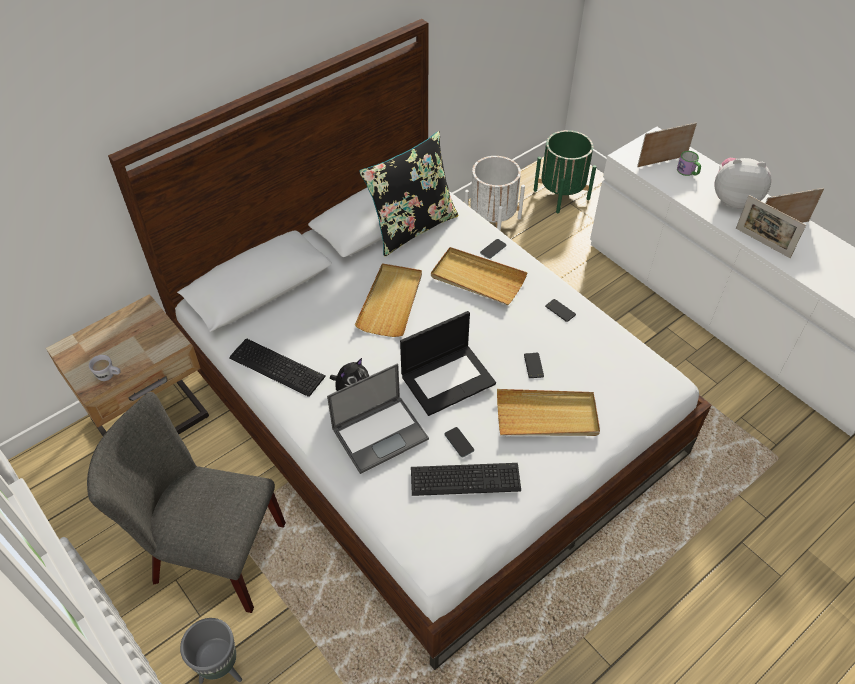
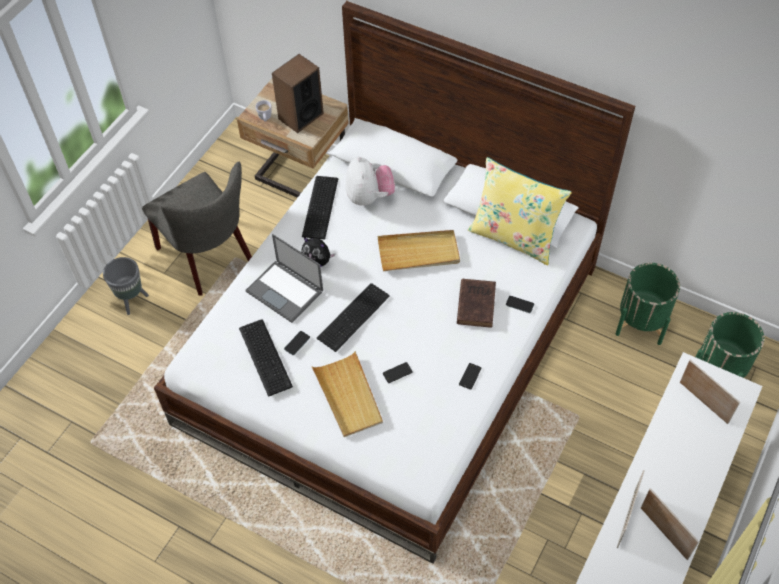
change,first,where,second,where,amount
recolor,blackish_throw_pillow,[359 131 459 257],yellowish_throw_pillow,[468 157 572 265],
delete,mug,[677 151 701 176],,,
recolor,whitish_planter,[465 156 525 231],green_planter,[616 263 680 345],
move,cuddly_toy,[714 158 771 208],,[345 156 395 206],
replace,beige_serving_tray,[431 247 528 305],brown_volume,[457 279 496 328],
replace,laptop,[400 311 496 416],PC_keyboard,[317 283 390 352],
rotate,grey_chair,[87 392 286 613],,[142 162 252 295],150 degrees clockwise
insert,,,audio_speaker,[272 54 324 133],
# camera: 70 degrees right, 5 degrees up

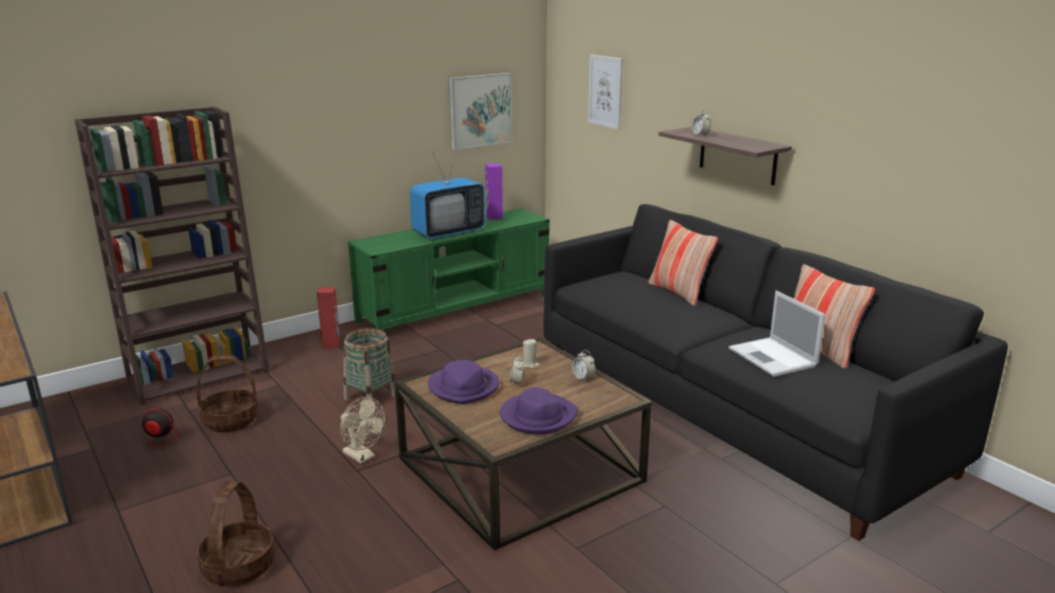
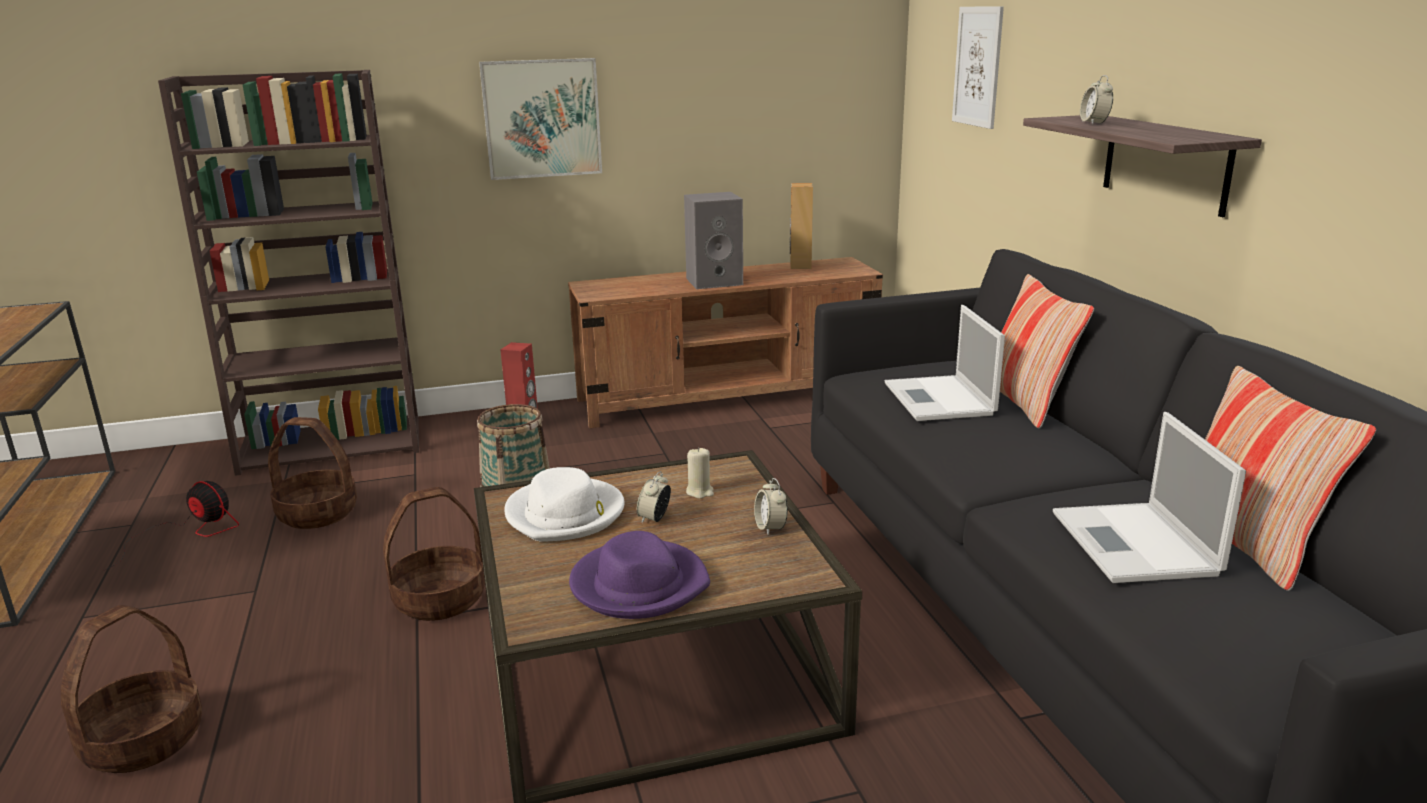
change,first,where,second,where,amount
move,wall_art,[450 73 512 150],,[479 58 602 180],
replace,television,[410 148 485 239],grey_audio_speaker,[684 192 743 289],
recolor,purple-coloured_audio_speaker,[485 163 503 220],brown_audio_speaker,[790 183 813 269],
recolor,green_media_console,[348 208 550 331],brown_media_console,[568 257 883 428],
recolor,purple-coloured_hat,[428 360 499 404],whitish_hat,[504 467 625 542],
replace,beige_electric_fan,[340 397 385 464],basket,[383 487 485 621],
insert,,,laptop,[885 305 1005 421],
# camera: 20 degrees right, 0 degrees up

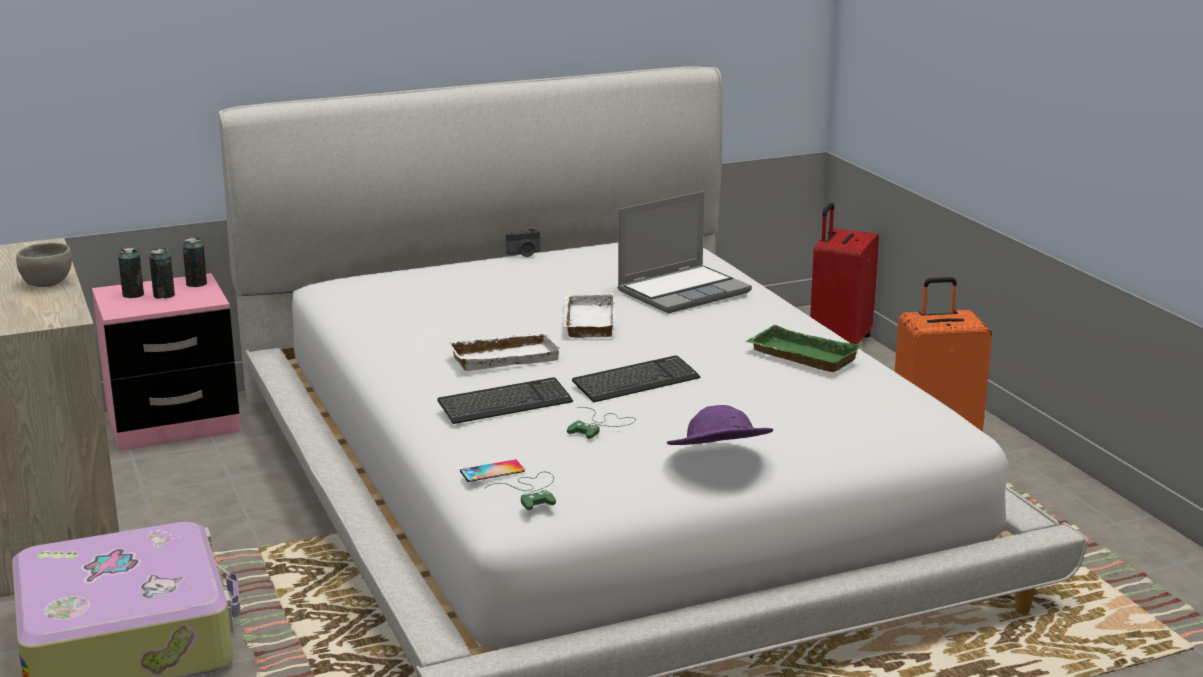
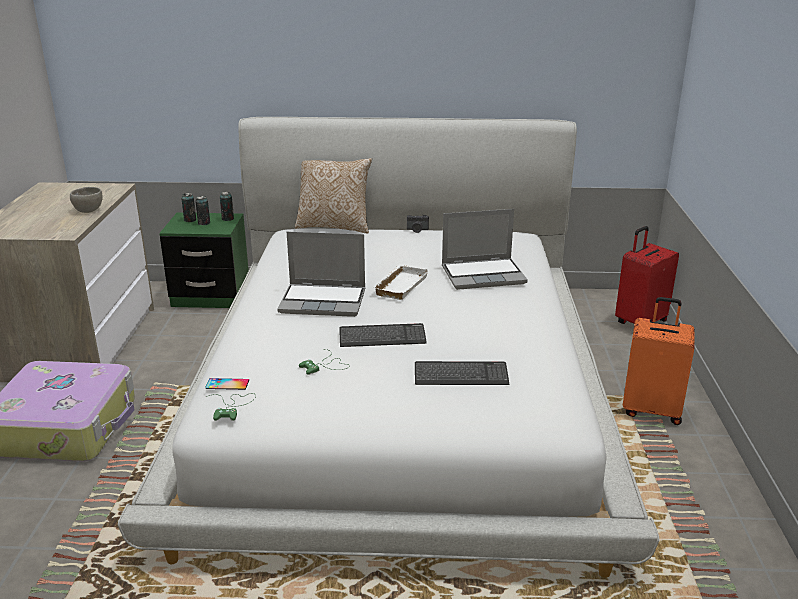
change,first,where,second,where,amount
recolor,pink_nightstand,[92 273 240 451],green_nightstand,[159 213 249 308],
delete,green_serving_tray,[746 325 862 372],,,
replace,whitish_serving_tray,[447 332 562 371],laptop,[277 232 365 317],
move,PC_keyboard,[437 378 573 424],,[415 361 509 385],
delete,purple-coloured_hat,[667 405 773 445],,,
insert,,,throw_pillow,[295 158 372 233],
# camera: 25 degrees right, 5 degrees up

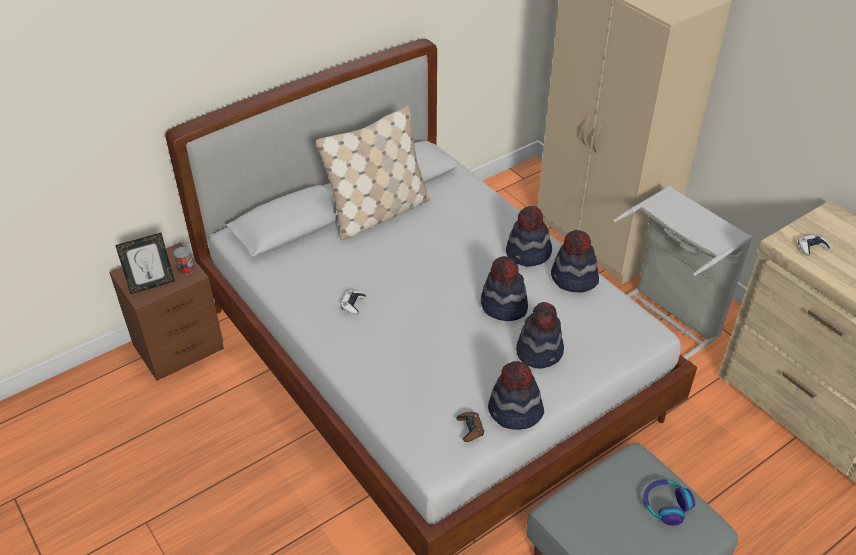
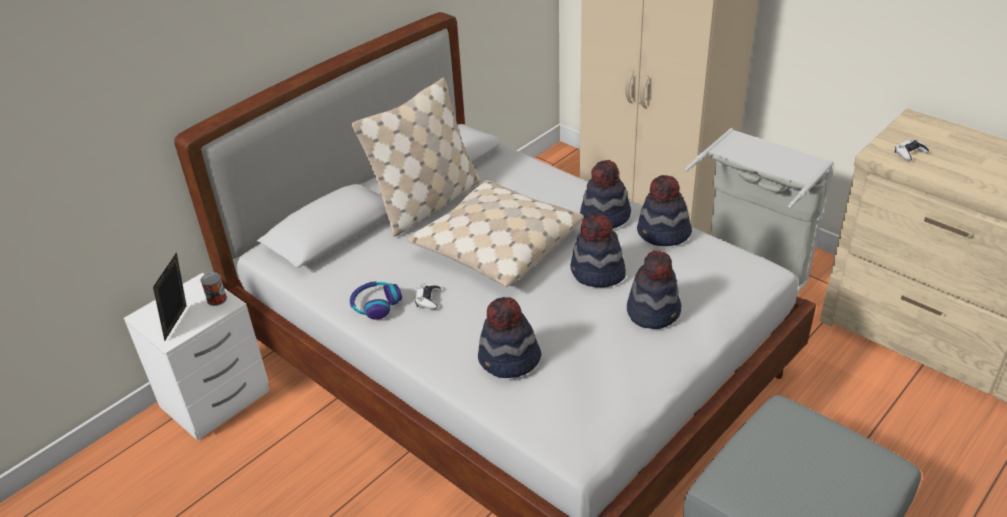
change,first,where,second,where,amount
rotate,standing_frame,[115 233 175 294],,[153 252 187 341],135 degrees clockwise
recolor,brown_nightstand,[109 242 224 381],whitish_nightstand,[124 273 270 441],
move,hat,[488 361 544 430],,[478 297 542 378],
delete,brown_joypad,[456 412 484 442],,,
move,headset,[643 479 695 525],,[350 281 402 320],
insert,,,beige_throw_pillow,[407 180 584 287],
# camera: 10 degrees left, 5 degrees down

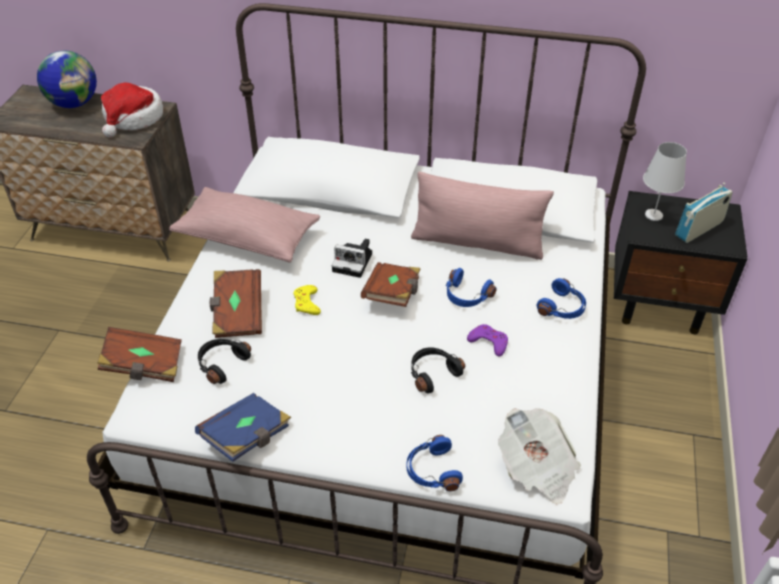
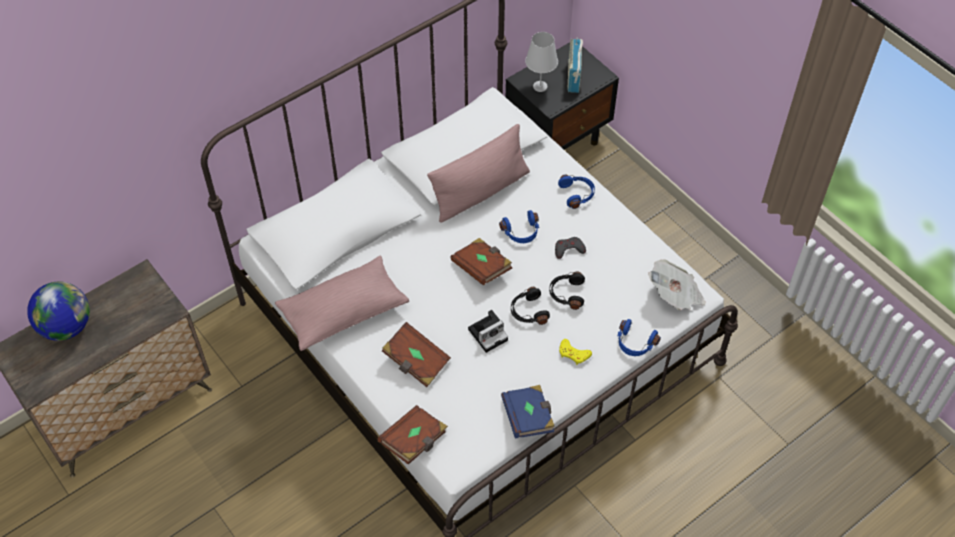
change,first,where,second,where,amount
delete,hat,[101 83 163 138],,,
move,still_camera,[332 239 372 278],,[468 310 508 353],
move,yellowish_joypad,[294 285 321 315],,[559 339 592 365],
recolor,purple-coloured_joypad,[467 324 508 357],grey_joypad,[555 237 586 259],
move,blackish_headset,[198 339 251 384],,[511 287 550 325],
# camera: 50 degrees left, 10 degrees up

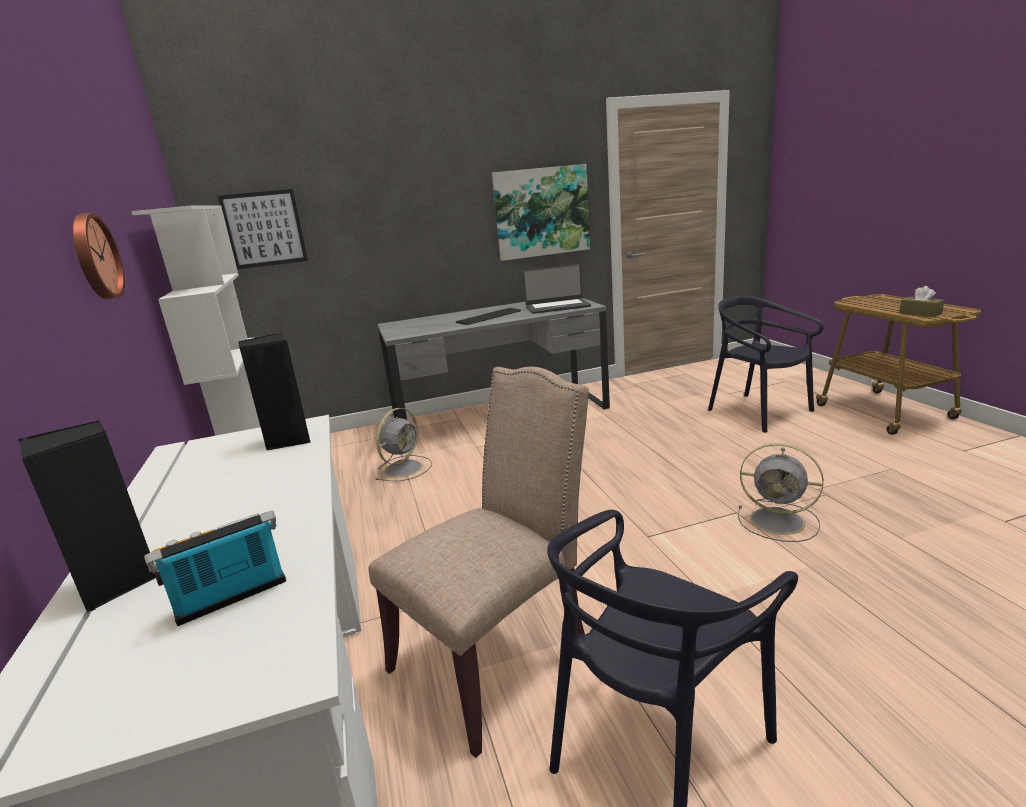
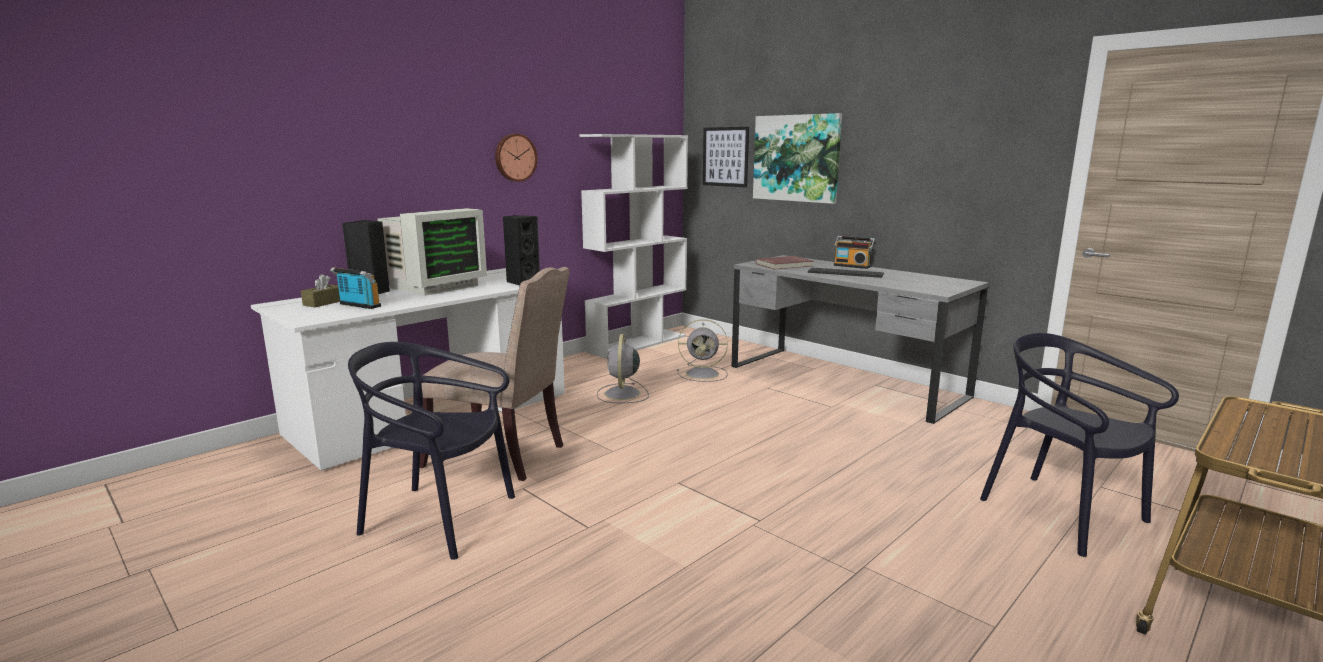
change,first,where,second,where,amount
move,wall_art,[492 164 590 261],,[753 113 842 204],
delete,laptop,[523 264 591 314],,,
move,brown_tissue_box,[899 286 945 317],,[301 274 340 307],
rotate,blackish_chair,[708 296 824 433],,[980 333 1179 557],60 degrees counterclockwise
move,grey_electric_fan,[738 443 824 542],,[596 334 649 403],
insert,,,computer_screen,[377 208 487 296],
insert,,,radio_set,[834 236 875 269],
insert,,,reddish_volume,[756 256 813 269],
# camera: 60 degrees right, 5 degrees down

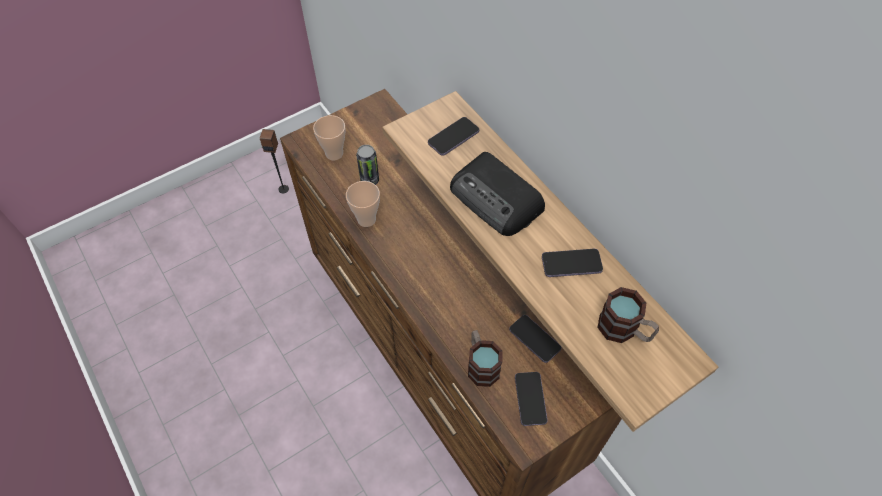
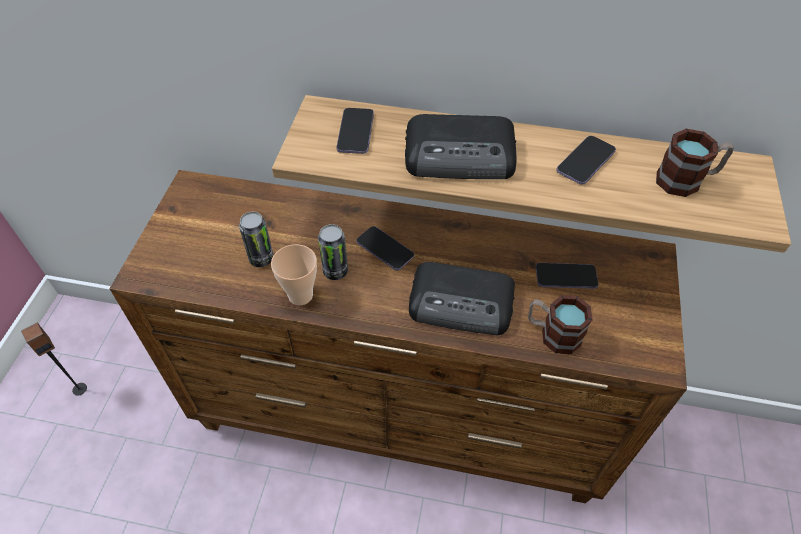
change,first,where,second,where,amount
delete,cup,[313 115 346 160],,,
move,handset,[515 372 547 426],,[356 226 414 271],
insert,,,can,[318 224 348 280],
insert,,,radio_set,[409 262 515 335],
# camera: 45 degrees left, 5 degrees down

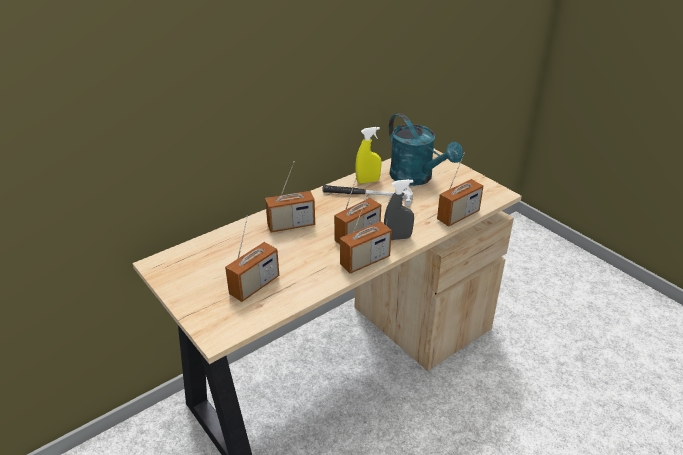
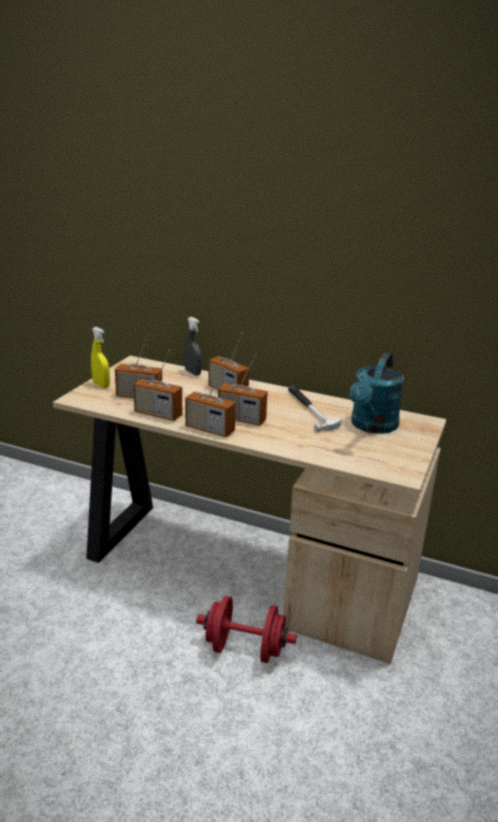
change,first,where,second,where,amount
move,yellowish_hand_sprayer,[355 127 381 183],,[91 327 110 388],
move,radio_set,[437 152 483 226],,[133 350 182 421],
move,grey_hand_sprayer,[384 179 414 240],,[184 317 202 376],
insert,,,reddish_dumbbell,[196 596 297 663],
# camera: 60 degrees right, 10 degrees down

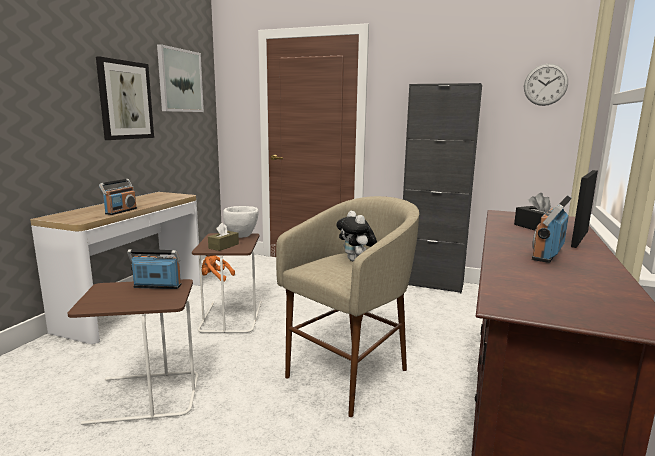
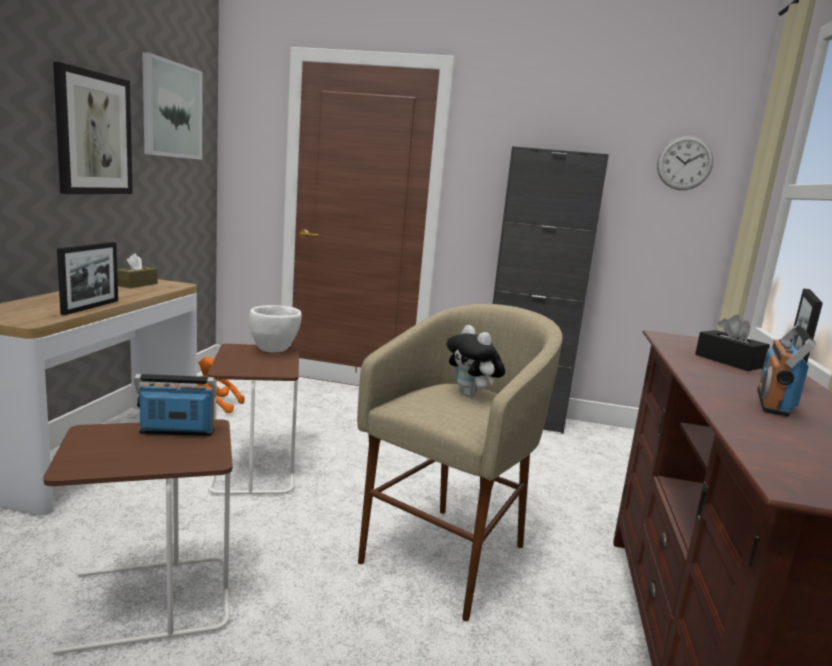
change,first,where,second,where,amount
replace,radio_set,[99 179 137 215],standing_frame,[57 242 118 315],
move,brown_tissue_box,[208 223 239 251],,[117 254 157 288],
# camera: 10 degrees left, 0 degrees up

